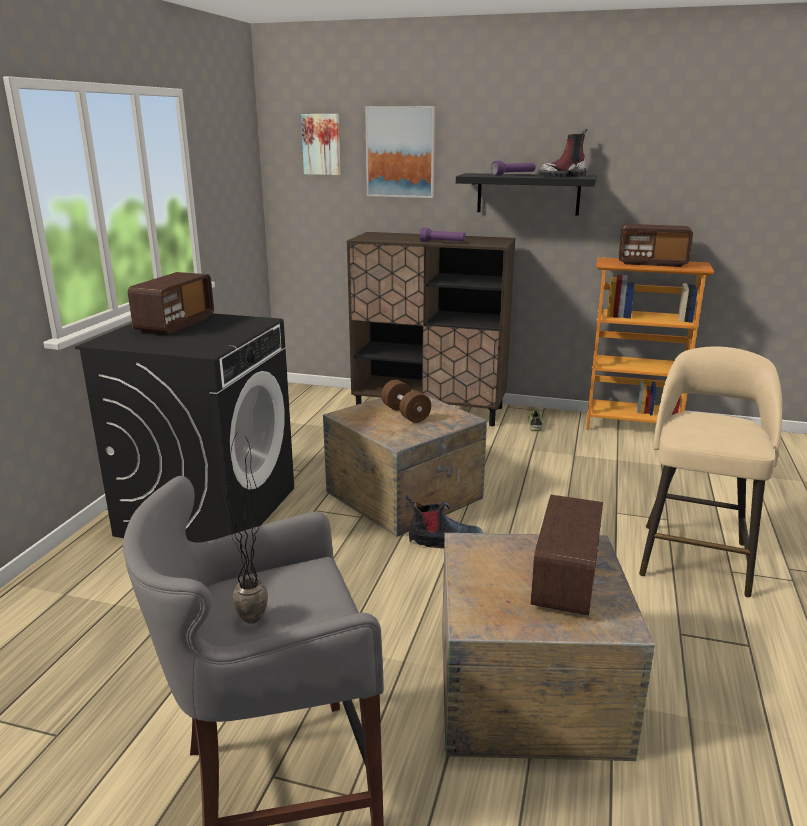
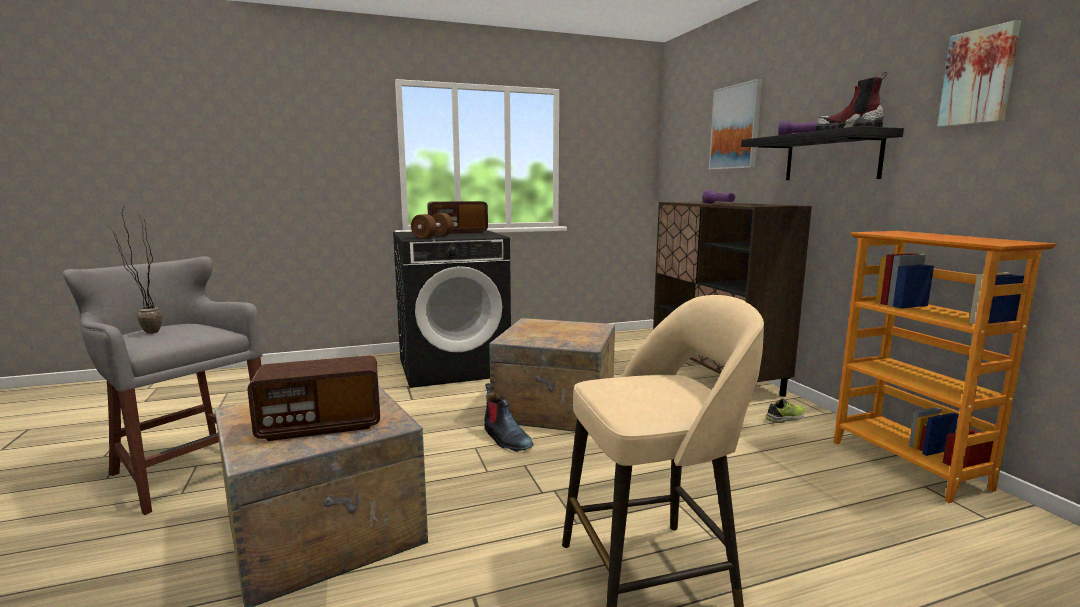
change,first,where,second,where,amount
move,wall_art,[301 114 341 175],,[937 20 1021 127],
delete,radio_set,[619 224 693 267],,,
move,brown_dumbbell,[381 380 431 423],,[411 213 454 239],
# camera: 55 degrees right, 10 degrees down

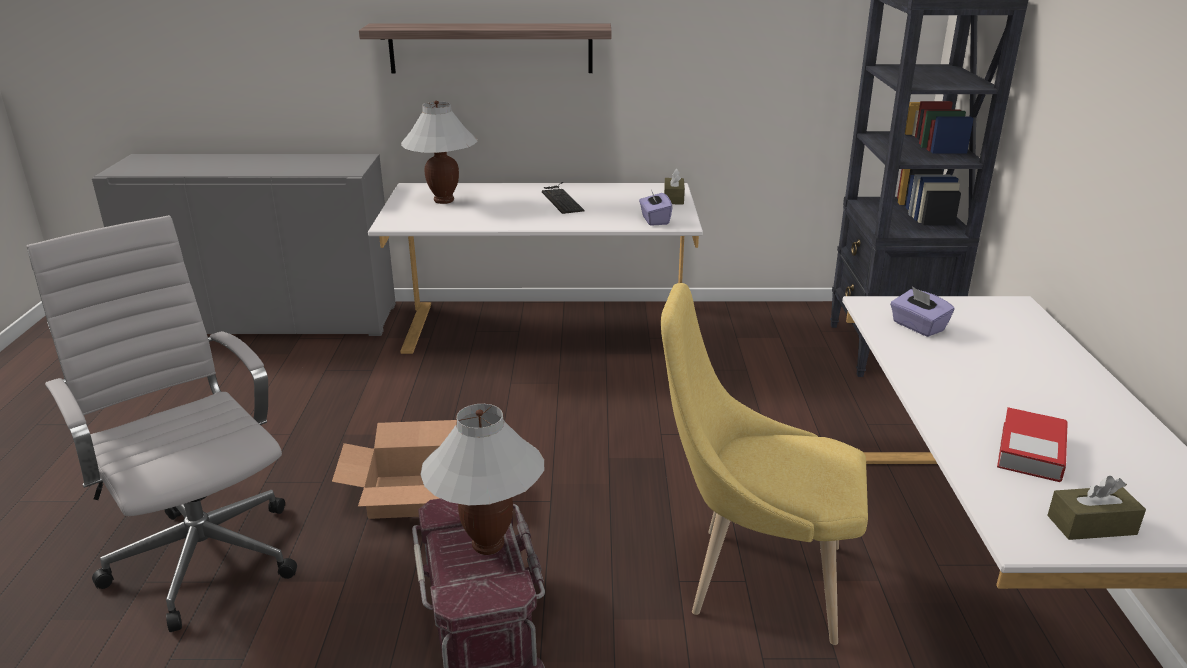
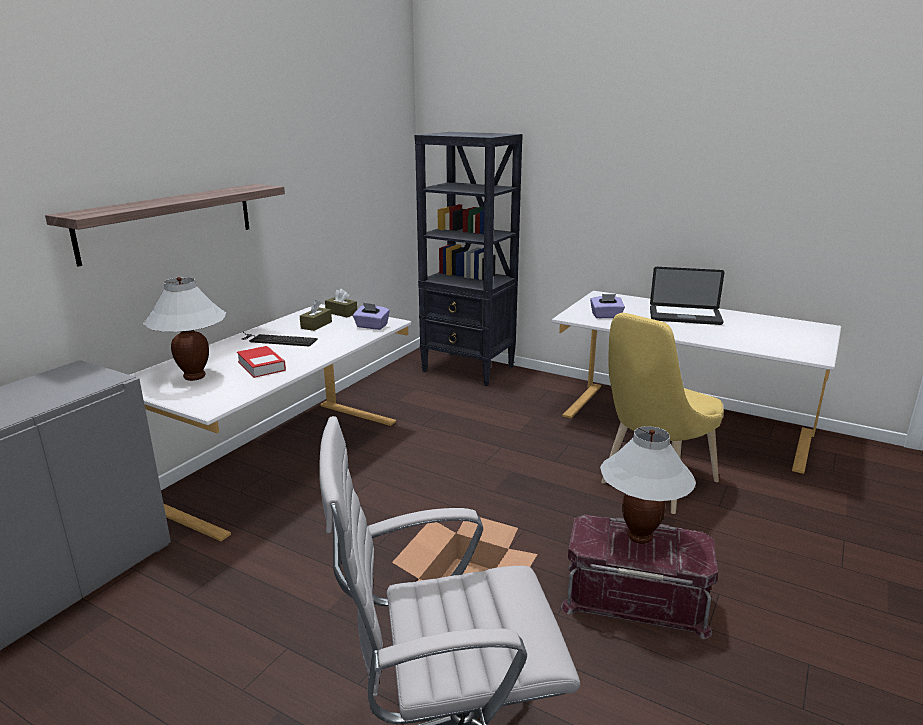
change,first,where,second,where,amount
move,volume,[997 407 1068 482],,[237 346 286 378],
move,brown_tissue_box,[1047 475 1146 540],,[300 300 332 331],
insert,,,laptop,[650 267 725 325],
# camera: 60 degrees left, 5 degrees down

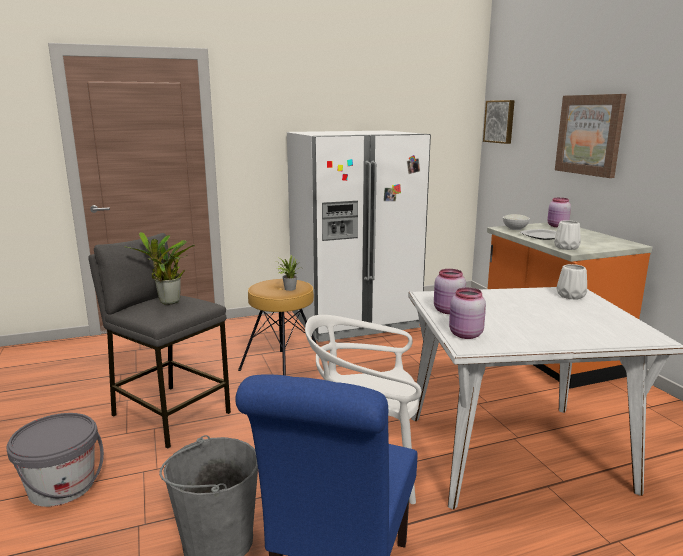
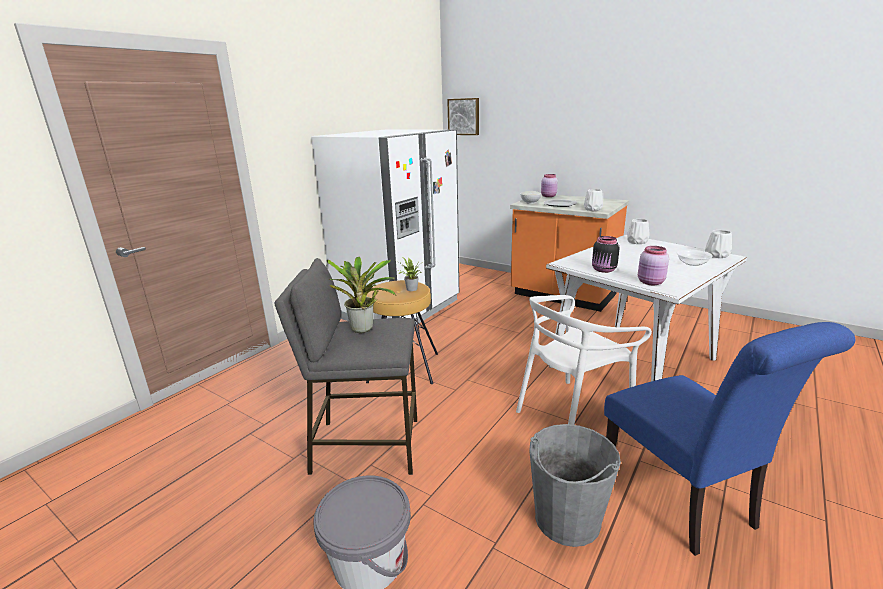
change,first,where,second,where,amount
delete,wall_art,[555 94 626 178],,,
recolor,pink_preserve_jar,[434 269 466 314],blackish_preserve_jar,[592 236 620 273],
insert,,,whitish_flower_vase,[705 230 732 258],
insert,,,bowl,[676 249 713 266],
# camera: 35 degrees left, 5 degrees up

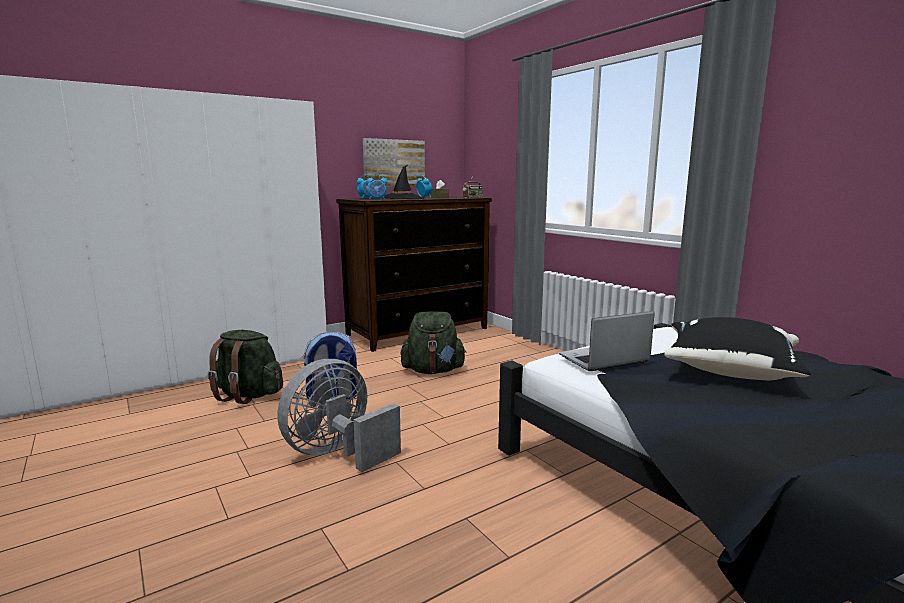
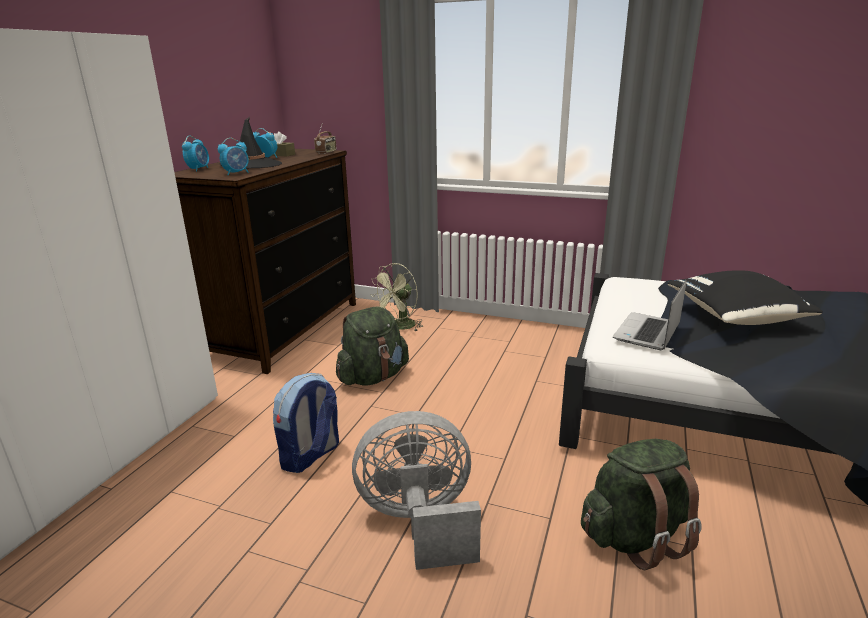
change,first,where,second,where,amount
delete,wall_art,[363 138 425 186],,,
move,green_knapsack,[207 330 283 404],,[581 439 702 570],
rotate,grey_electric_fan,[277 359 401 472],,[352 411 481 570],75 degrees clockwise
insert,,,green_electric_fan,[370 263 423 332],
# camera: 35 degrees left, 10 degrees up

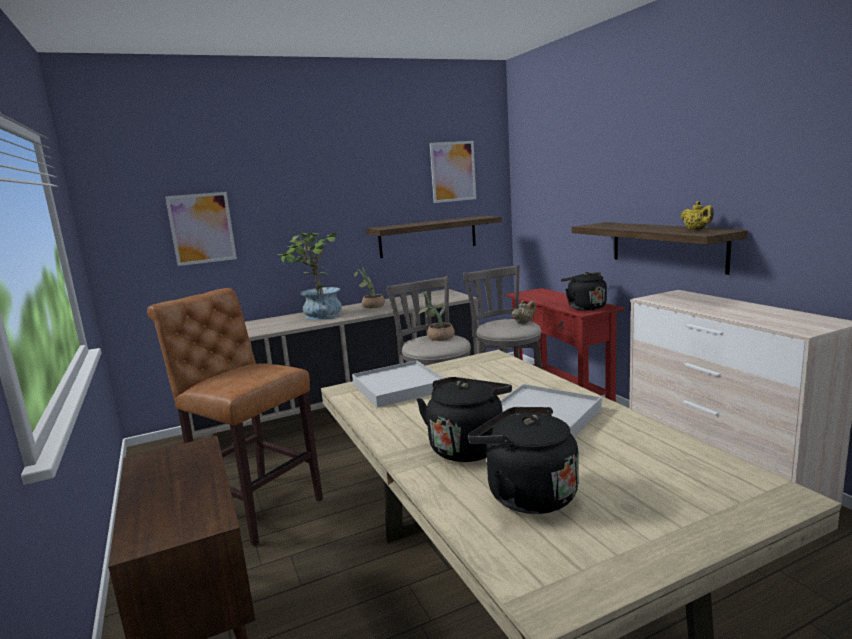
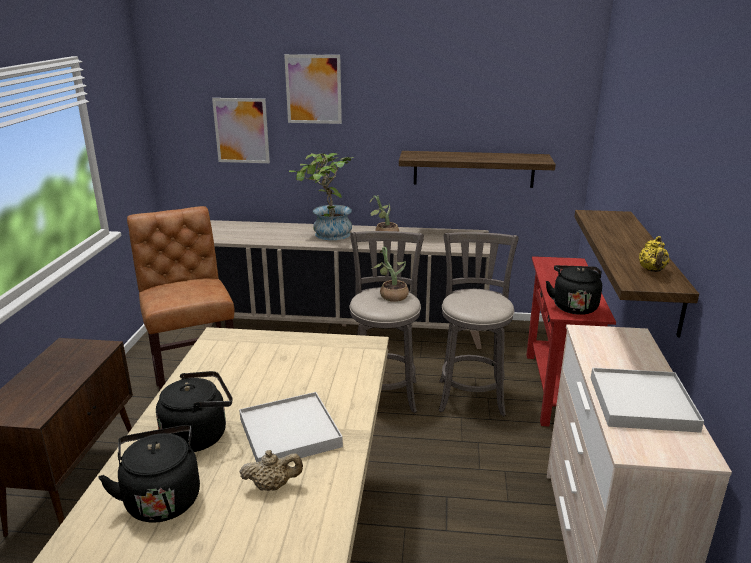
change,first,where,second,where,amount
move,wall_art,[430 141 476 203],,[284 54 342 124],
move,beige_pot_for_tea,[512 300 536 324],,[239 450 303 491],
move,whitish_serving_tray,[352 360 444 408],,[591 368 704 433],
# camera: 30 degrees right, 10 degrees up

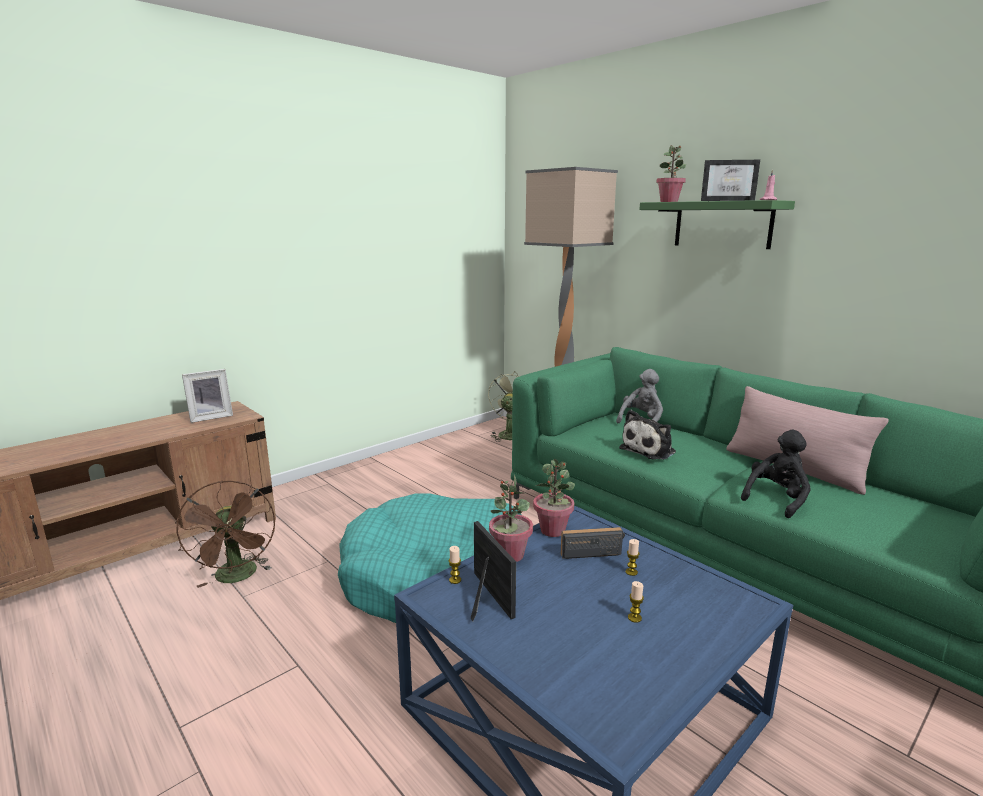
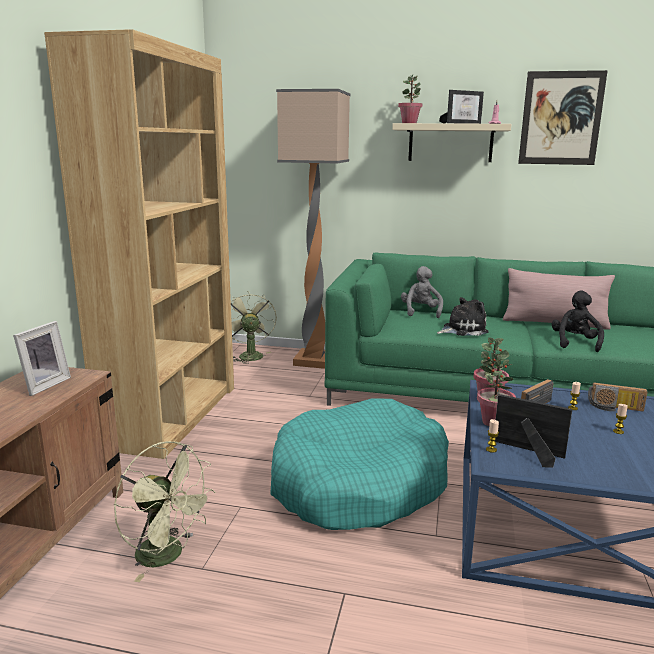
change,first,where,second,where,amount
recolor,green_shelf,[639 200 795 249],beige_shelf,[392 123 511 162],
rotate,cuddly_toy,[619 410 676 460],,[437 297 489 336],120 degrees counterclockwise
recolor,brown_electric_fan,[175 480 275 588],green_electric_fan,[114 441 216 582],
insert,,,brown_shelving_unit,[44 29 234 459],
insert,,,wall_art,[518 70 608 165],
insert,,,radio_set,[588 382 648 411],
# camera: 35 degrees left, 0 degrees up

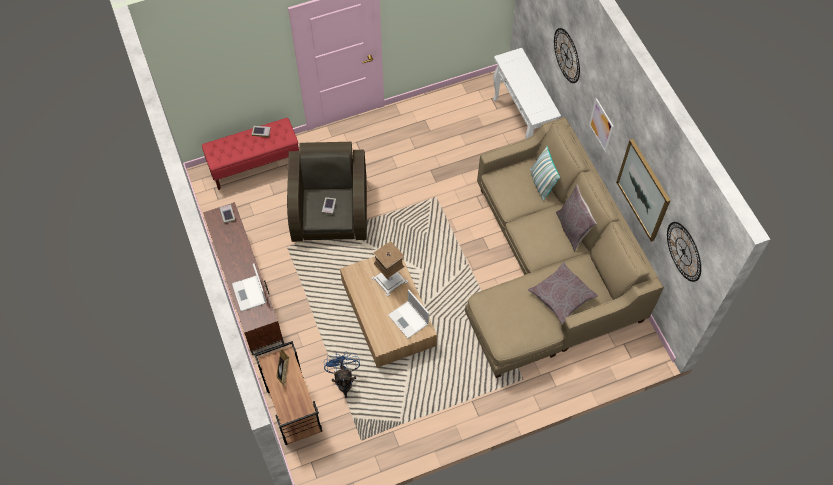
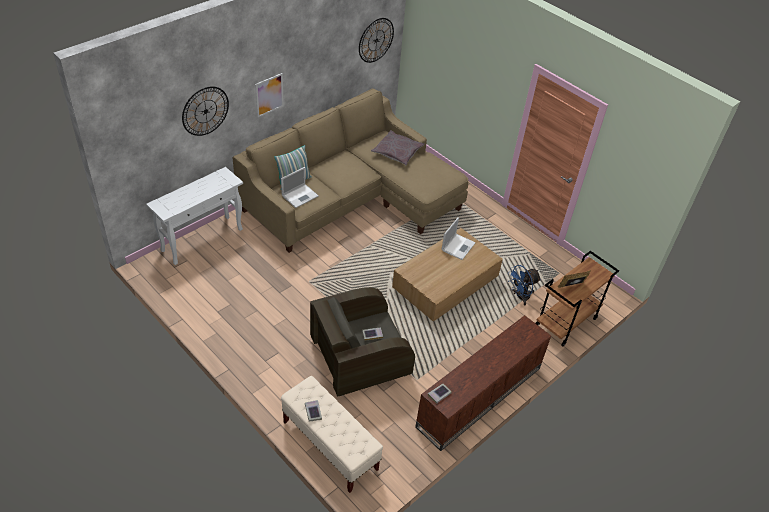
change,first,where,second,where,amount
recolor,reddish_long_seat,[202 118 299 190],beige_long_seat,[281 376 383 493],
delete,wall_art,[616 139 671 242],,,
delete,grey_throw_pillow,[556 185 597 251],,,
delete,tabletop_lamp,[371 241 408 297],,,
move,laptop,[232 263 267 312],,[281 167 319 208],
# camera: 115 degrees left, 15 degrees down

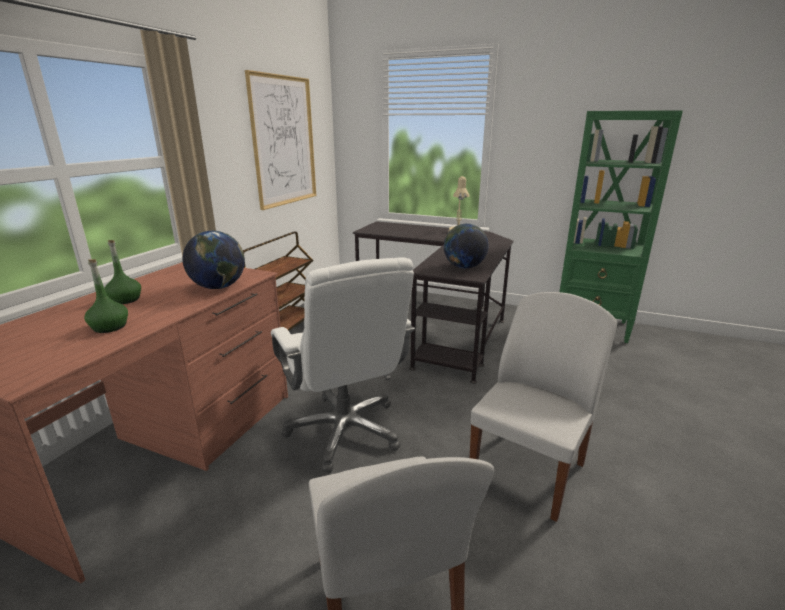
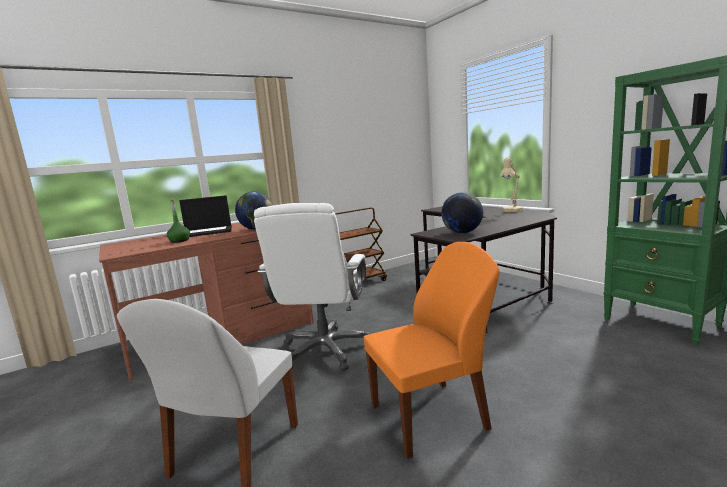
change,first,where,second,where,amount
delete,wall_art,[245 70 316 210],,,
replace,green_bottle,[104 240 141 304],laptop,[179 195 232 237],
recolor,whitish_chair,[470 292 617 522],orange-coloured_chair,[364 242 499 459],
# camera: 35 degrees right, 10 degrees down

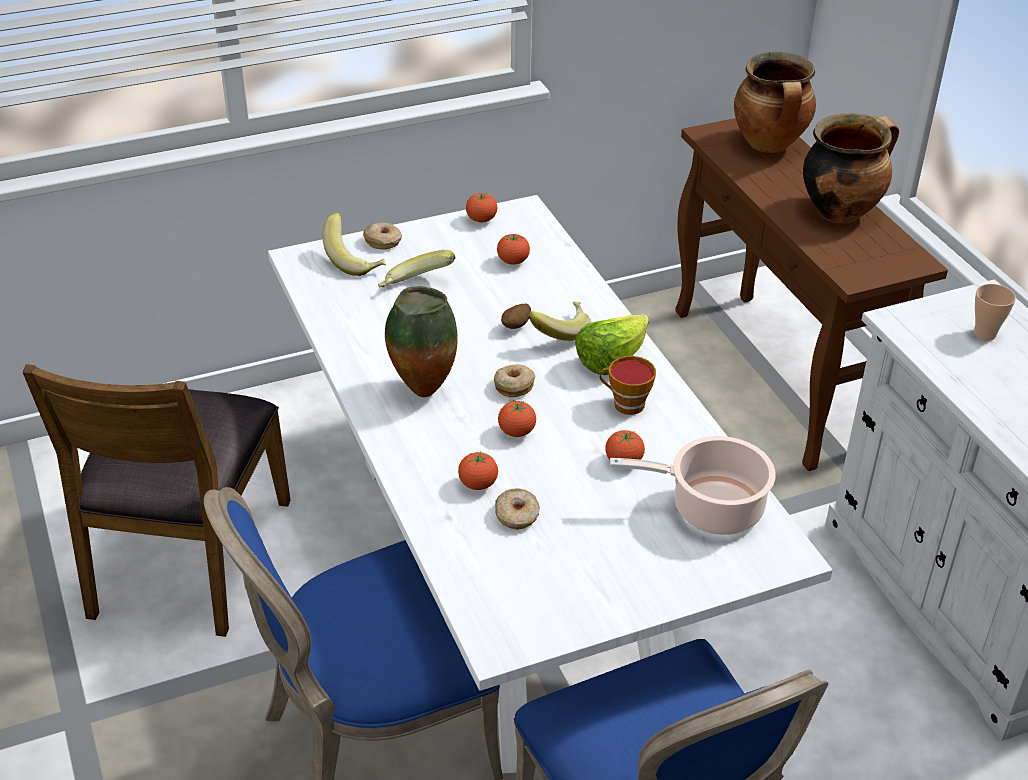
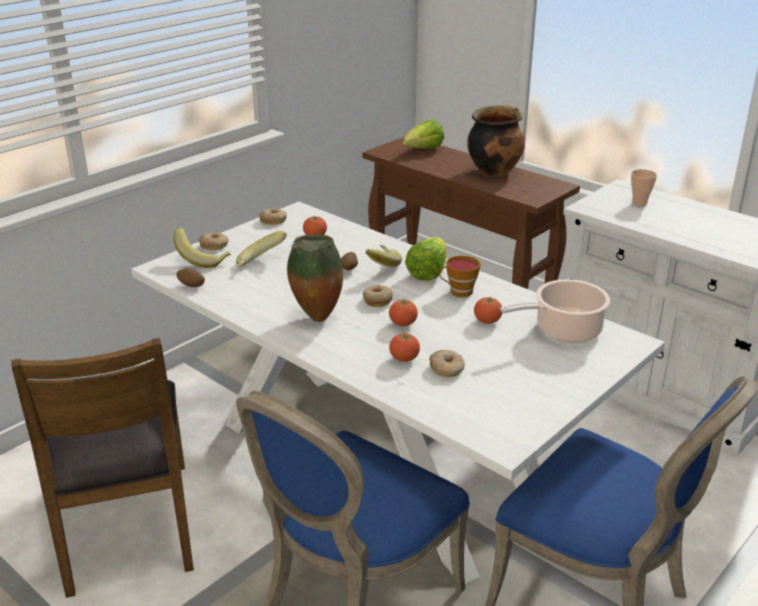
change,first,where,second,where,amount
replace,stockpot,[734 52 816 153],lettuce,[402 120 444 148],
replace,tomato,[466 193 497 222],doughnut,[259 208 287 225],
insert,,,whole_potato,[177 269 205 287],
# camera: 25 degrees left, 10 degrees down

